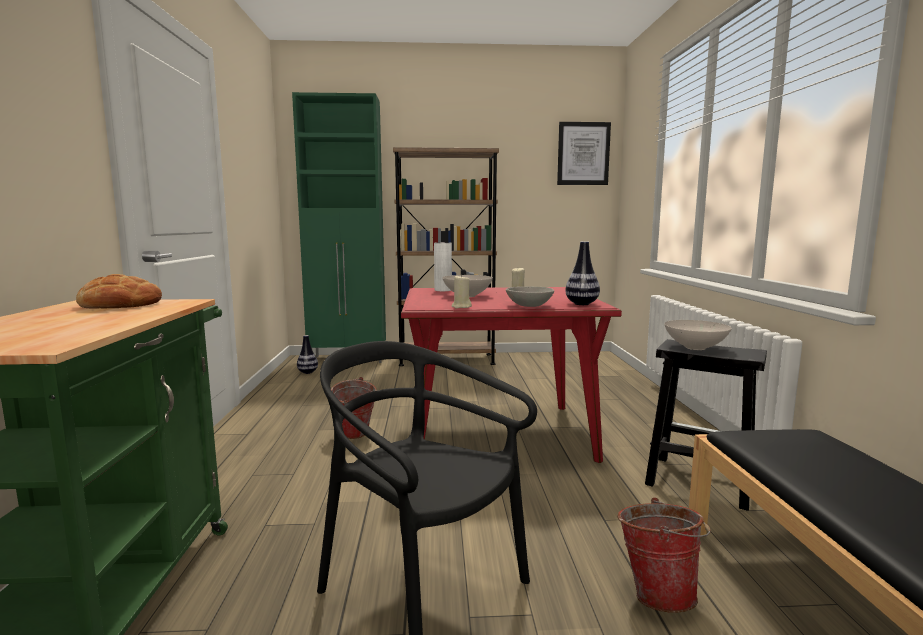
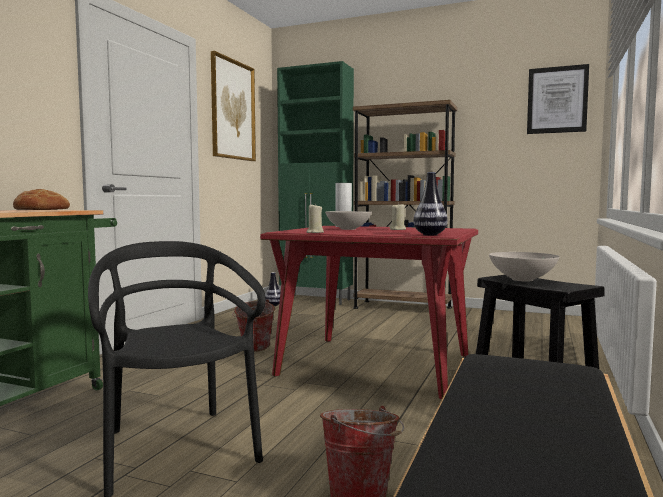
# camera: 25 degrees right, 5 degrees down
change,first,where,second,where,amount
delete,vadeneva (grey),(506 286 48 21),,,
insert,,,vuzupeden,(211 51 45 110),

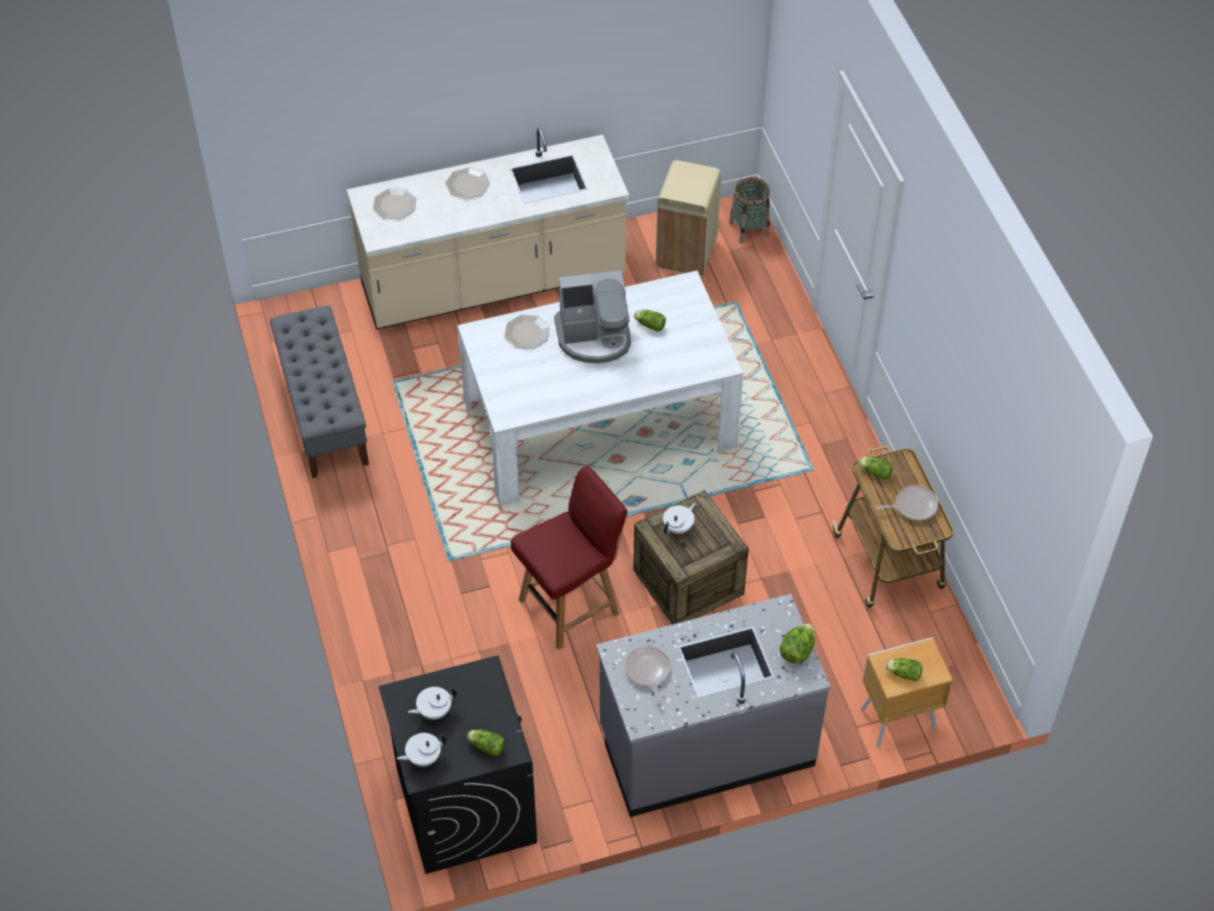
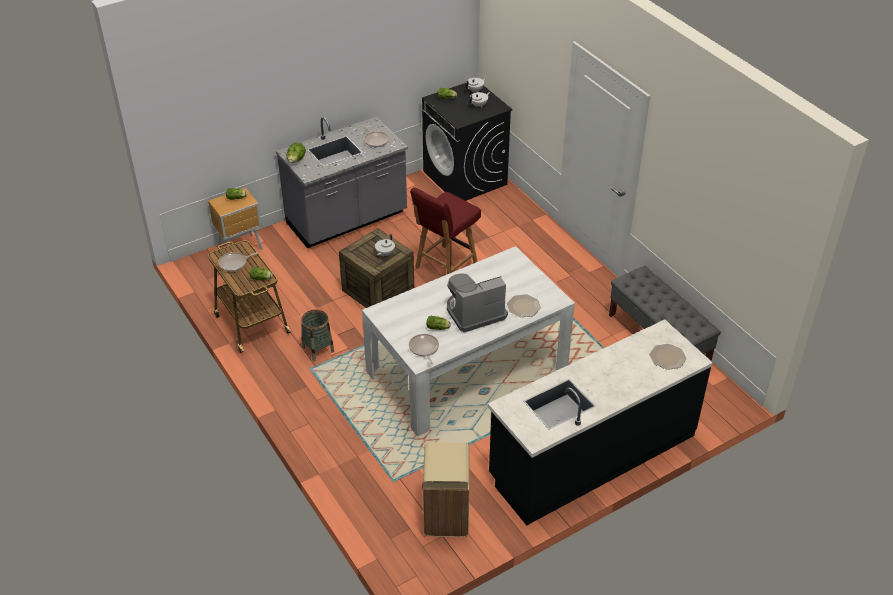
# camera: 165 degrees right, 10 degrees down
change,first,where,second,where,amount
recolor,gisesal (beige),(346 128 283 201),gisesal (black),(488 319 225 206),
delete,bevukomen,(445 167 45 32),,,
move,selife,(729 177 41 66),,(301 310 33 51),
insert,,,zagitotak,(409 334 30 31),

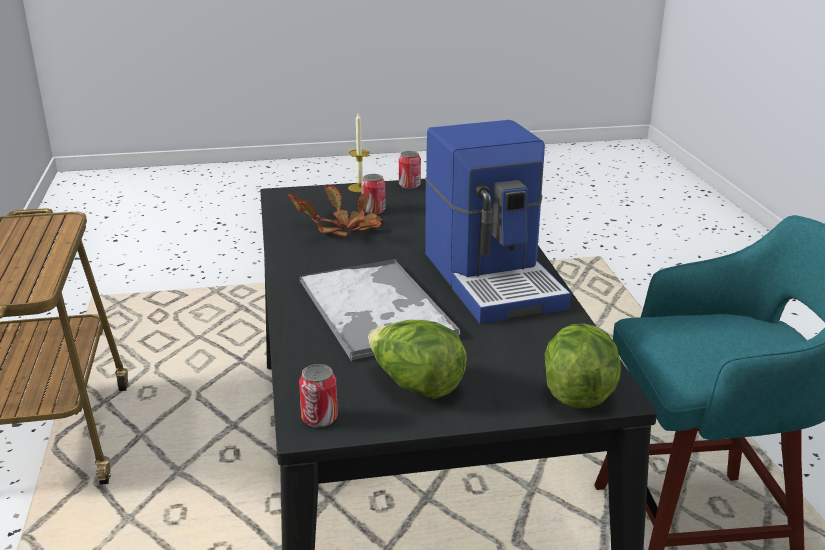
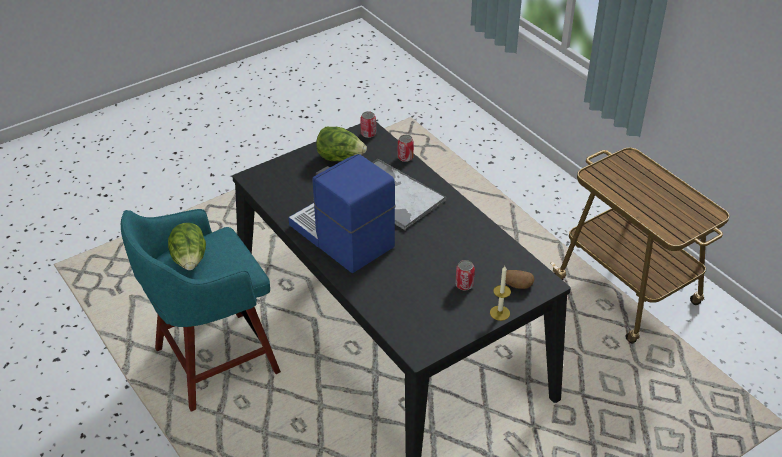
# camera: 155 degrees right, 15 degrees up
change,first,where,second,where,amount
delete,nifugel,(288 184 95 53),,,
move,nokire,(399 151 22 38),,(398 135 16 27),
move,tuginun,(545 324 76 84),,(168 223 38 47),
insert,,,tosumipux,(505 270 30 19),

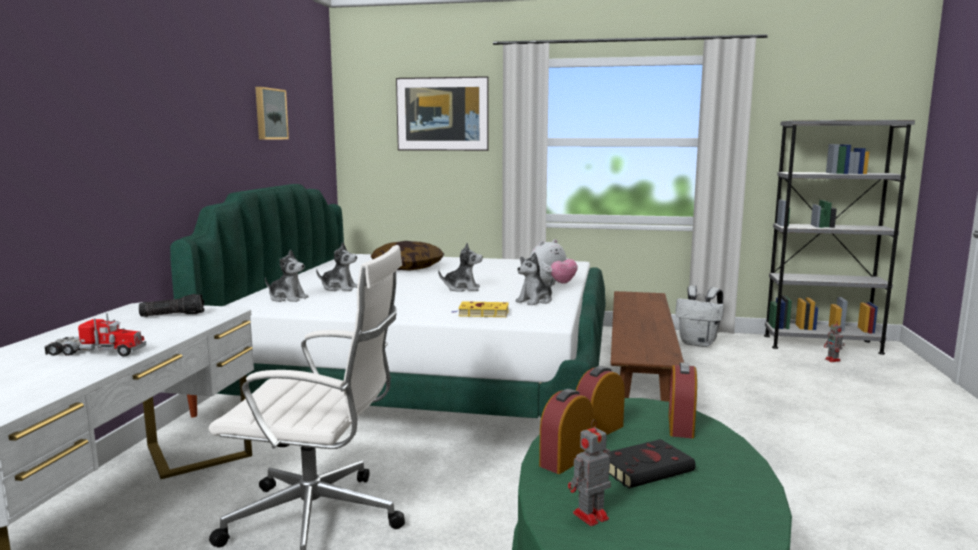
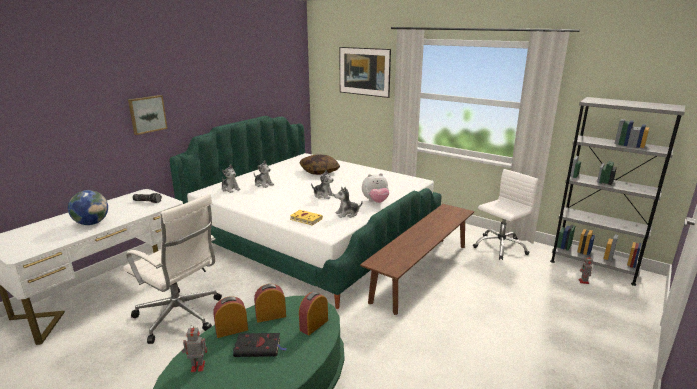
# camera: 25 degrees right, 10 degrees up
change,first,where,second,where,amount
replace,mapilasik,(44 313 102 44),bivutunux,(68 190 40 35),
move,vuzupeden,(255 87 34 53),,(128 95 40 40),
replace,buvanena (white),(675 285 49 62),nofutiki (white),(473 169 65 91),

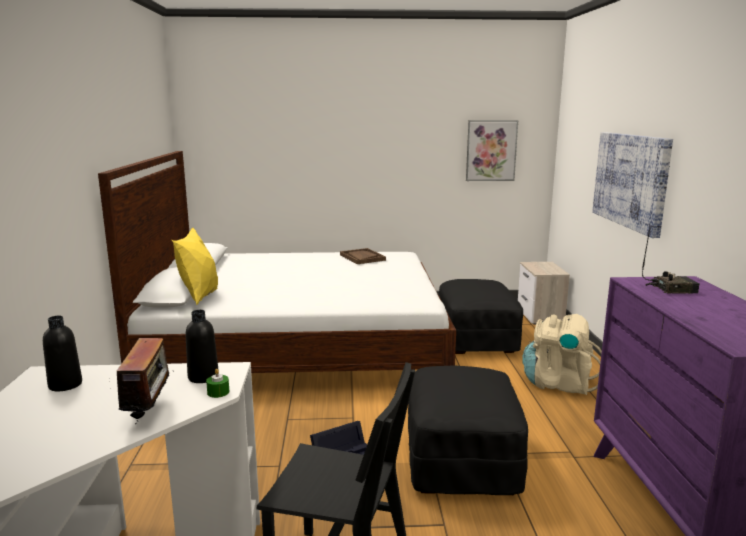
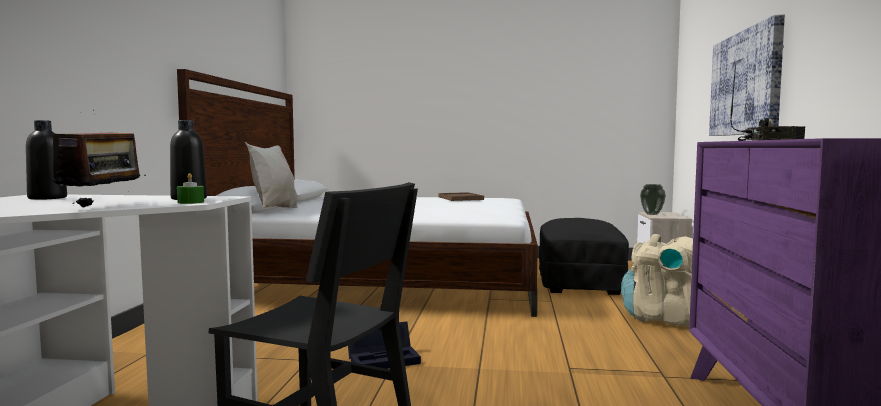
# camera: 10 degrees right, 10 degrees down
change,first,where,second,where,amount
recolor,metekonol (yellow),(172 228 46 77),metekonol (white),(245 142 53 67),
delete,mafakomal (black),(408 366 120 129),,,
delete,vuzupeden,(466 120 52 61),,,
insert,,,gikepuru,(640 184 26 31),

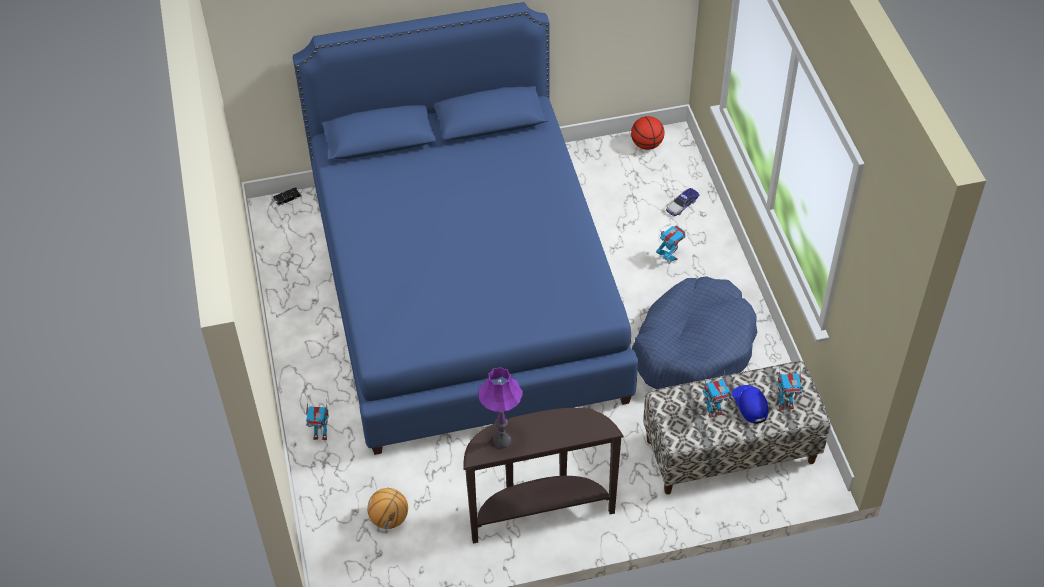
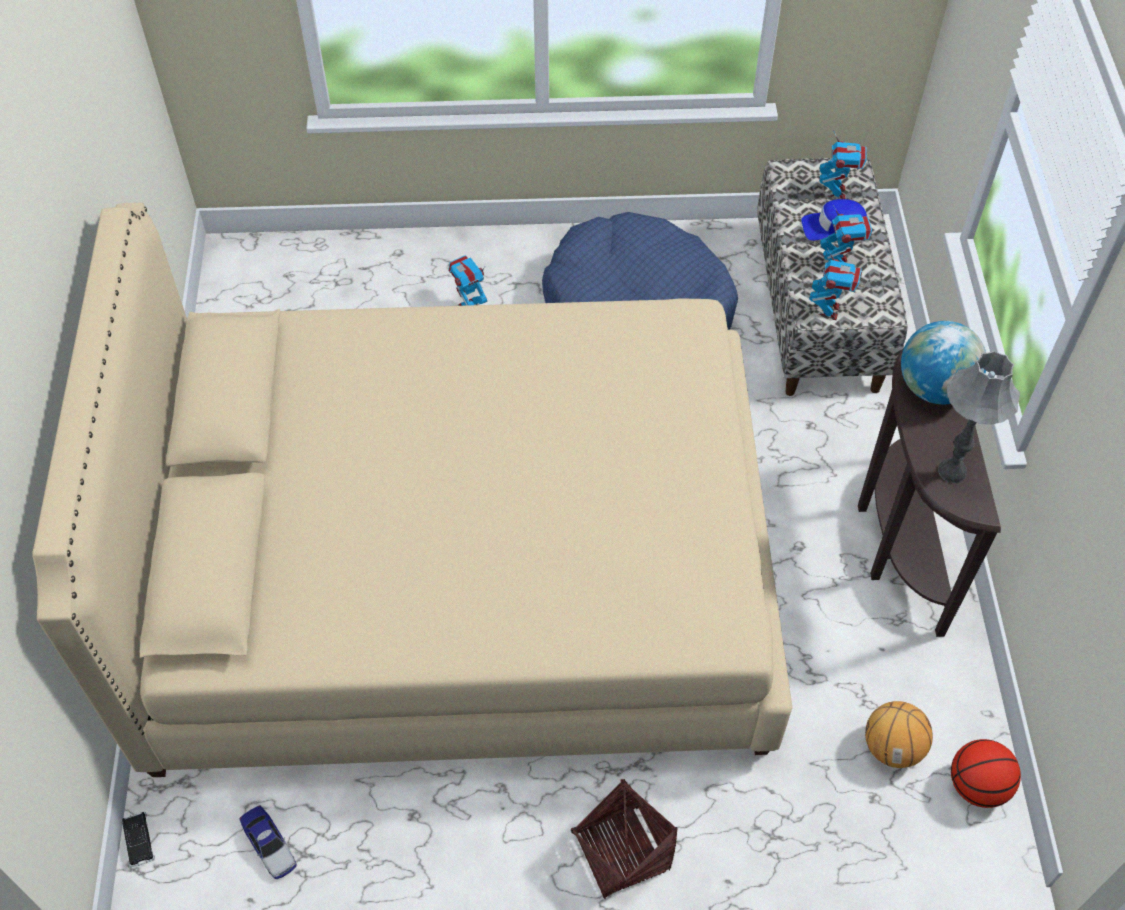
# camera: 80 degrees left, 5 degrees up
change,first,where,second,where,amount
recolor,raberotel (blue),(293 2 345 453),raberotel (beige),(32 203 760 574),
move,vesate,(306 399 23 41),,(809 248 53 72),
recolor,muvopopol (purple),(479 367 44 81),muvopopol (grey),(938 351 82 132),
move,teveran,(631 116 34 34),,(951 739 70 69),
move,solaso,(666 188 33 28),,(240 805 56 74),
insert,,,selife,(571 779 107 120),
insert,,,bivutunux,(901 321 85 83),

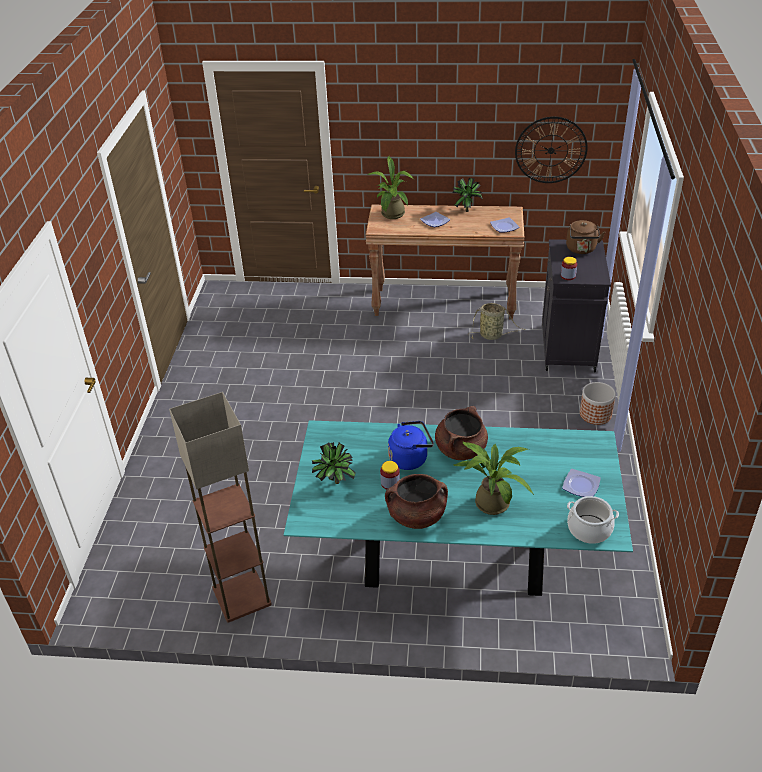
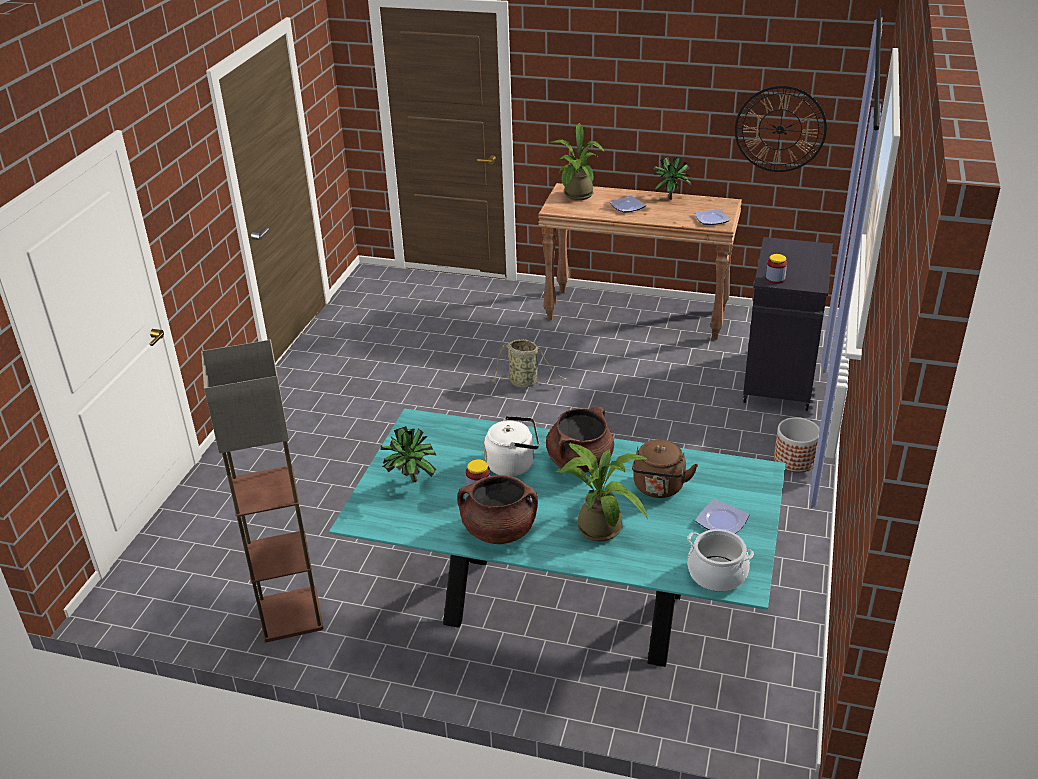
# camera: 10 degrees right, 5 degrees down
change,first,where,second,where,amount
recolor,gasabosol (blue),(388 421 46 49),gasabosol (white),(484 416 55 61),
move,selife,(468 303 58 37),,(493 339 74 49),
move,gasabosol (brown),(566 220 39 34),,(632 440 66 58),

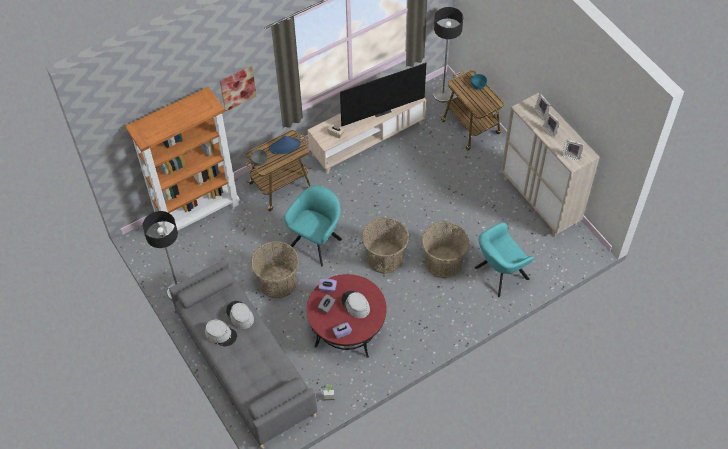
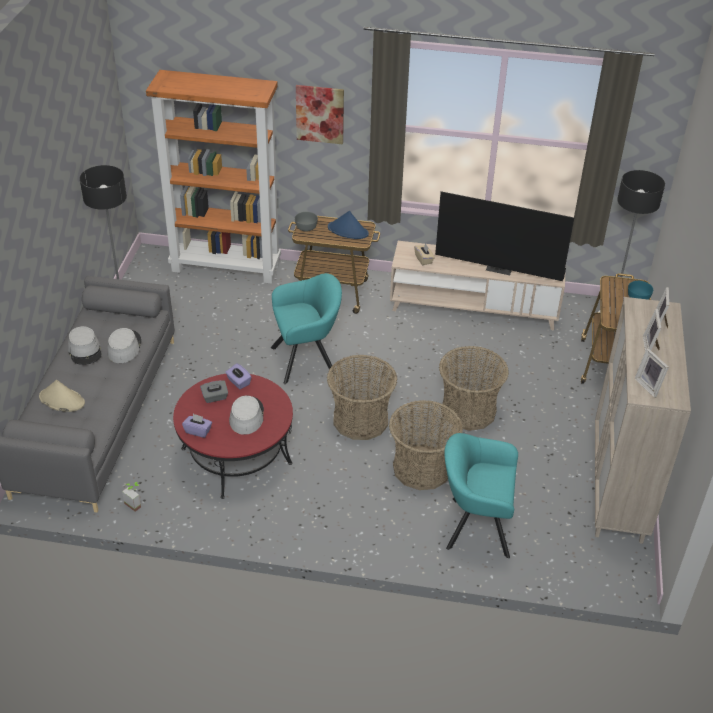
# camera: 40 degrees right, 15 degrees down
change,first,where,second,where,amount
move,selife,(251 241 48 57),,(439 346 70 85),
insert,,,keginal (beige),(39 380 46 32),

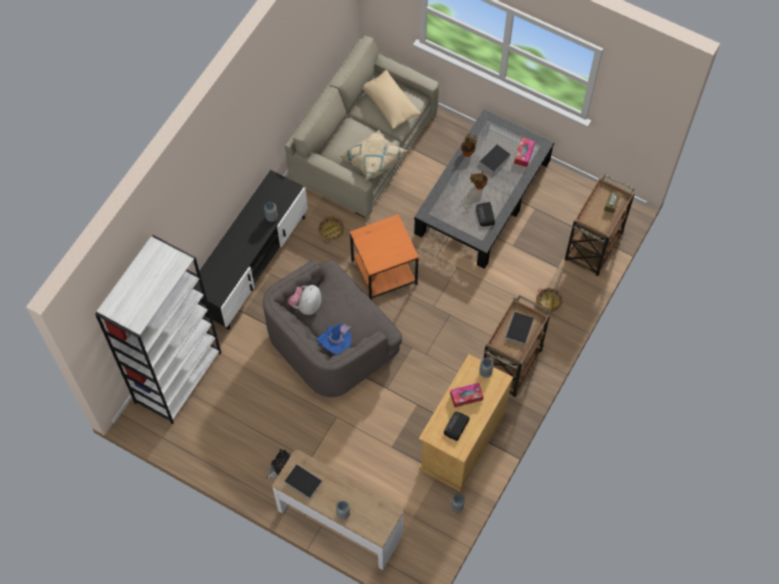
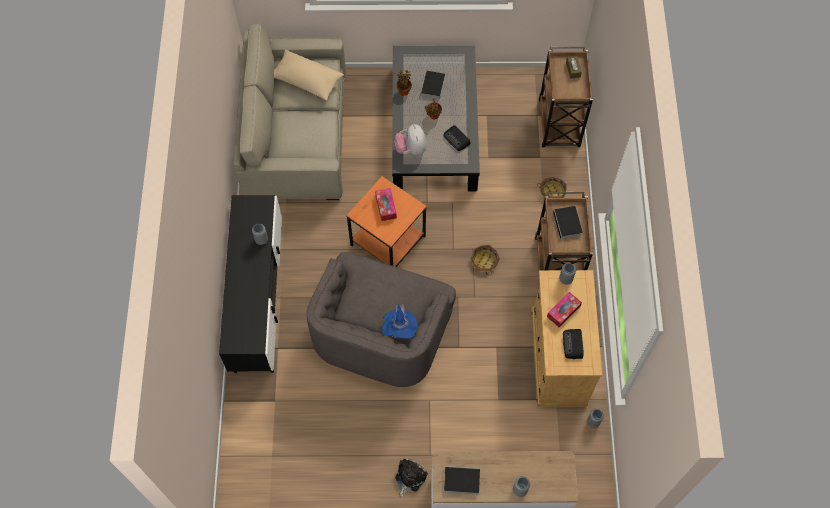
# camera: 30 degrees left, 0 degrees up
change,first,where,second,where,amount
delete,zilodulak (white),(95 235 126 189),,,
move,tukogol,(288 285 33 30),,(395 124 32 31),
move,selife,(318 217 26 27),,(471 245 29 30),
delete,metekonol (beige),(338 130 71 50),,,
move,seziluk,(514 138 21 29),,(375 188 22 33),

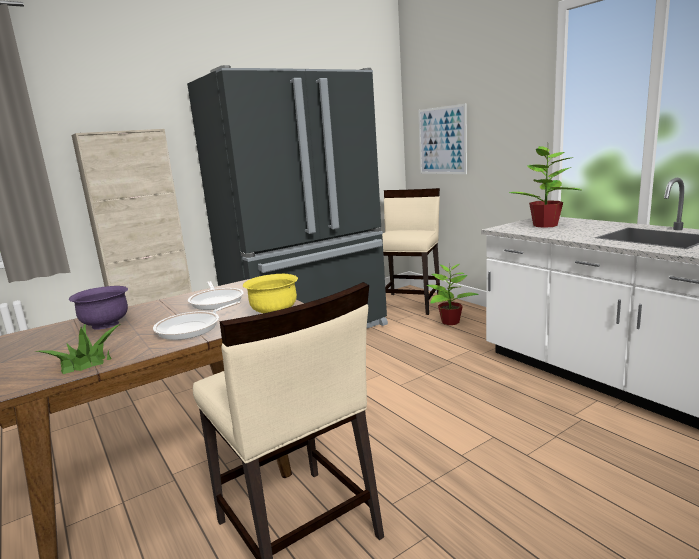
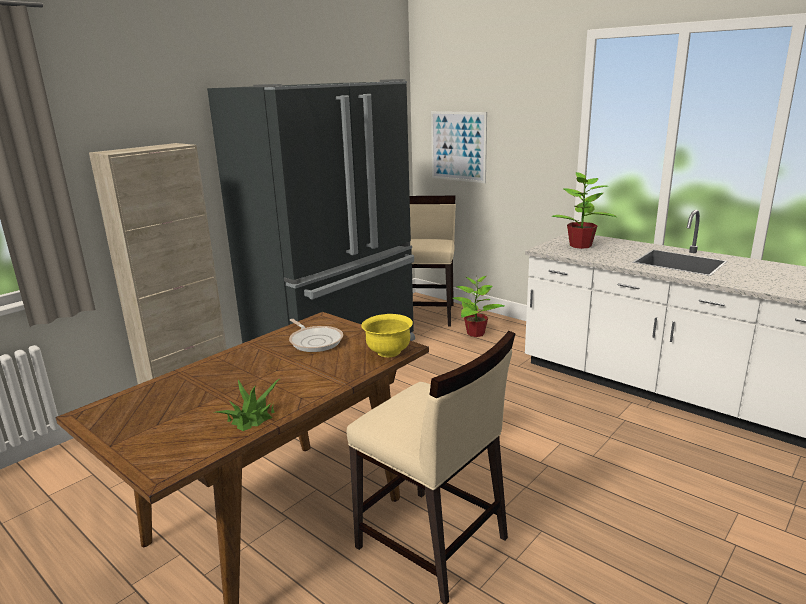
# camera: 15 degrees left, 5 degrees up
change,first,where,second,where,amount
delete,vadeneva (purple),(69 286 59 43),,,
delete,zagitotak,(153 302 87 38),,,

